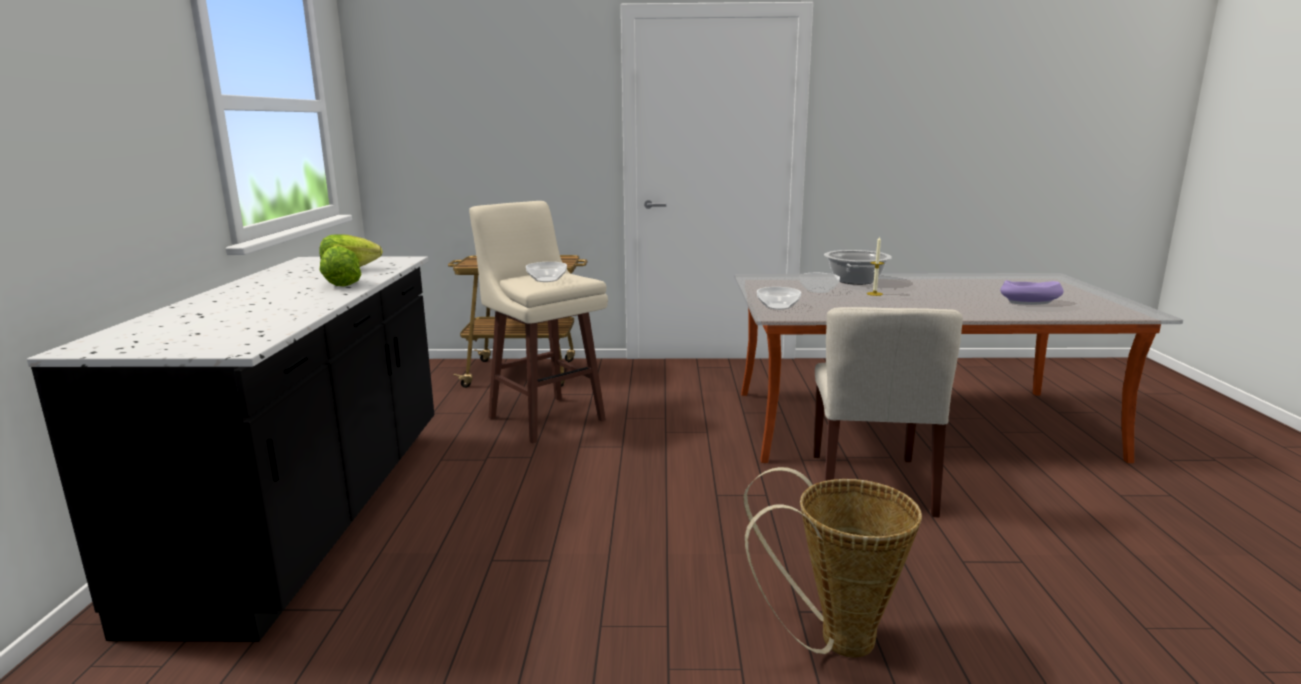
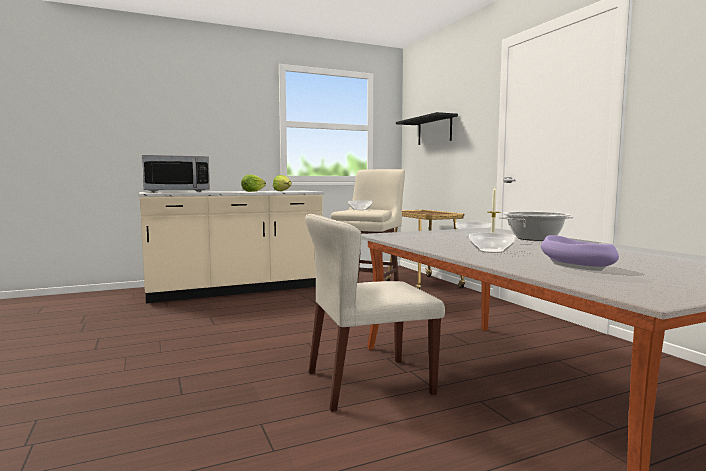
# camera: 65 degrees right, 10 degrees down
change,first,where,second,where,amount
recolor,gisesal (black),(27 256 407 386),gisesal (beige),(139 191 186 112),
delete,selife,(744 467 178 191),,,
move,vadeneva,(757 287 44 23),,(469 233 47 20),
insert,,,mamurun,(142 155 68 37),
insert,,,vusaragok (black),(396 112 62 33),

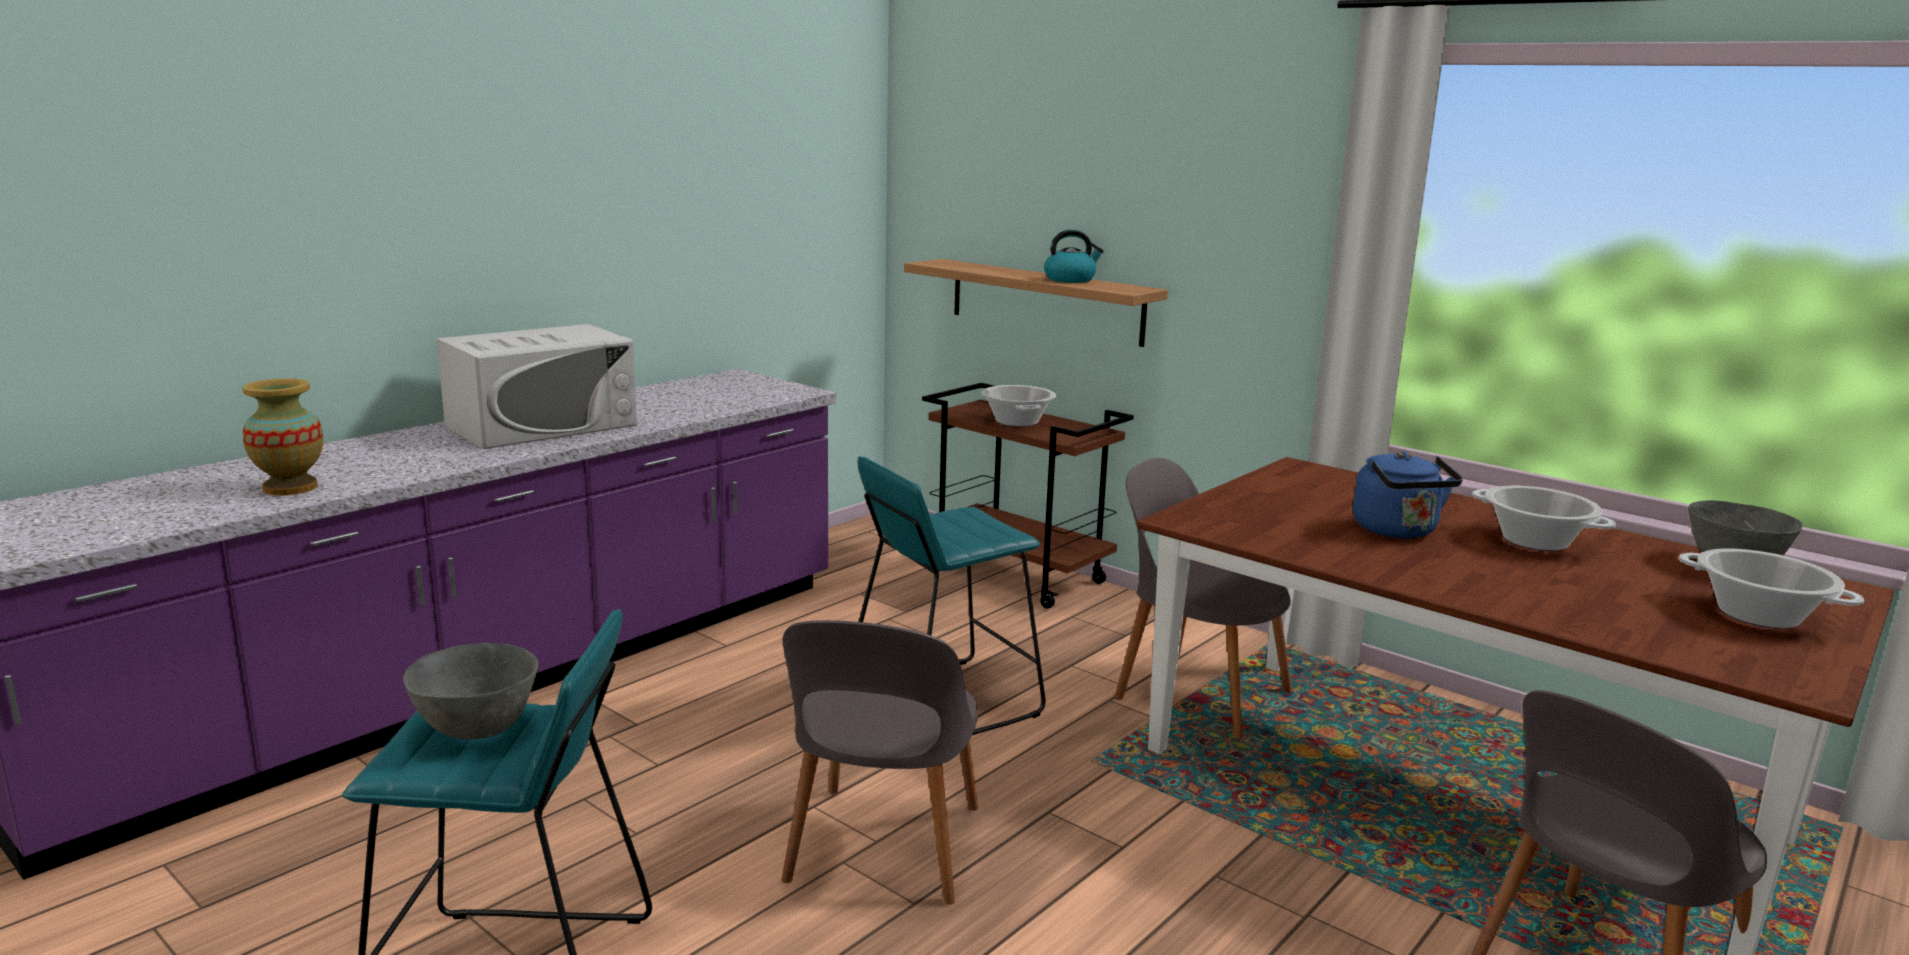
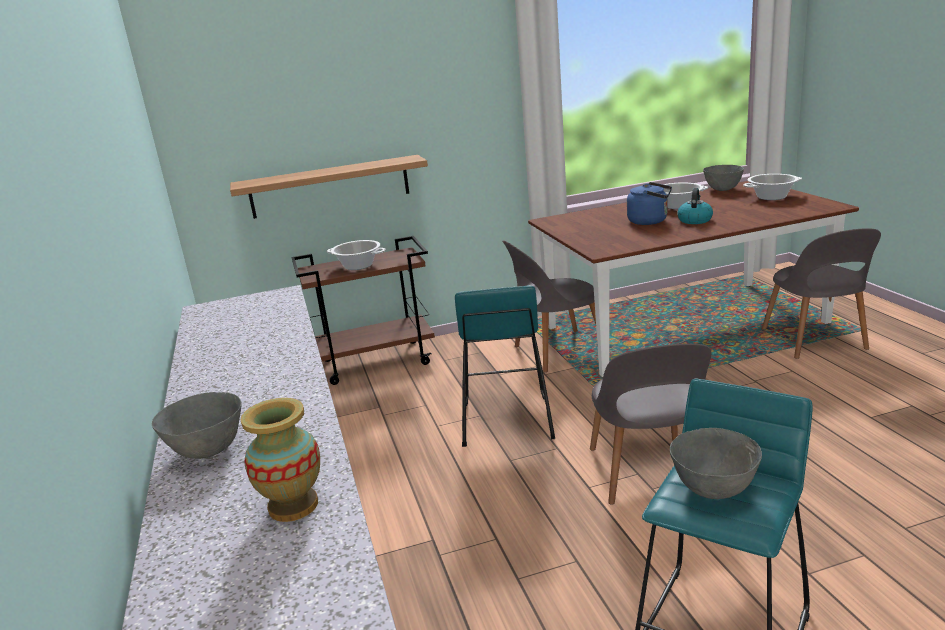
# camera: 55 degrees left, 5 degrees up
change,first,where,second,where,amount
delete,mamurun (white),(436 324 201 125),,,
rotate,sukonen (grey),(781 620 197 285),,(590 344 121 161),45 degrees clockwise
move,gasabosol,(1044 230 60 53),,(677 188 36 36),
insert,,,vadeneva (grey),(152 392 90 67),

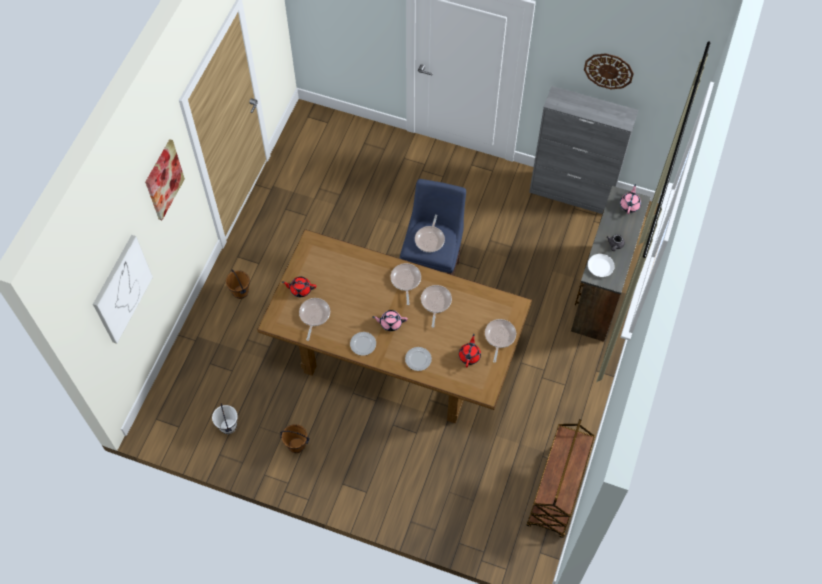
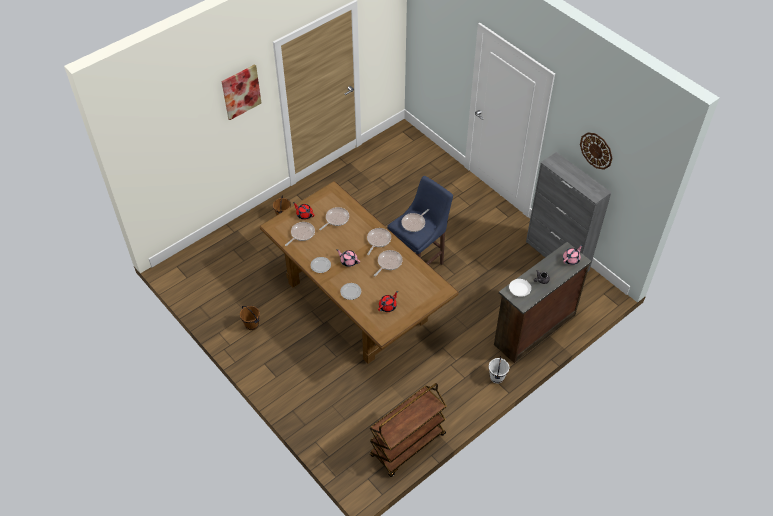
# camera: 30 degrees right, 10 degrees down
change,first,where,second,where,amount
delete,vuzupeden,(93 235 60 109),,,
move,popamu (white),(212 403 26 31),,(489 356 20 27),
move,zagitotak,(485 319 31 44),,(319 207 30 23),

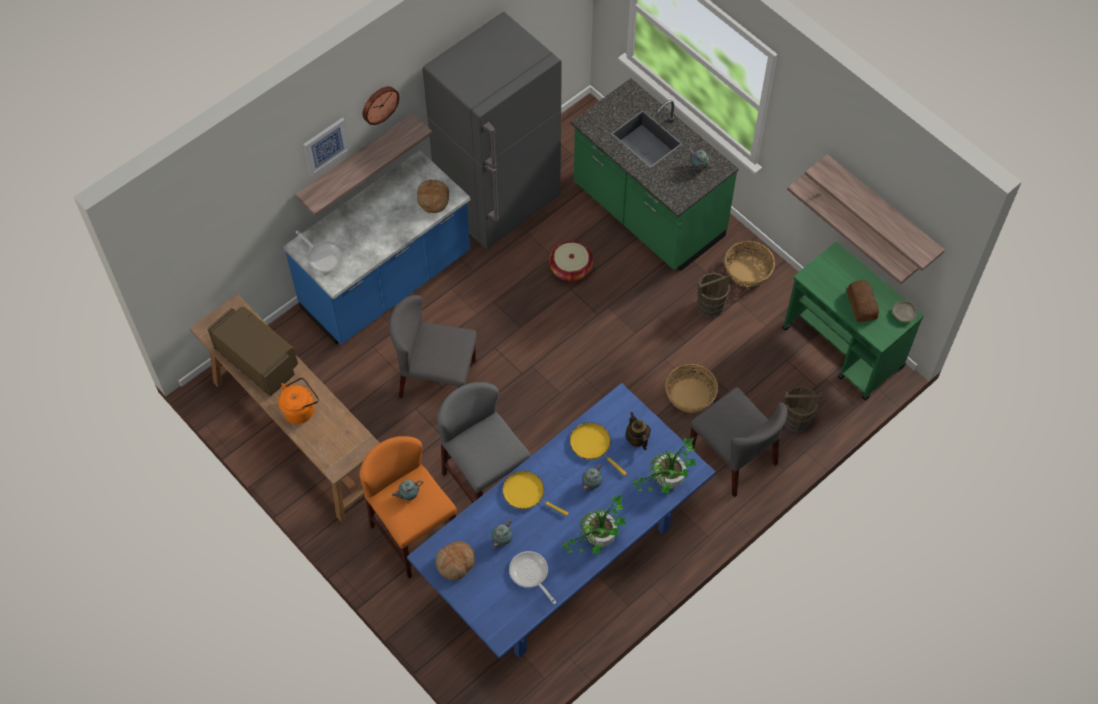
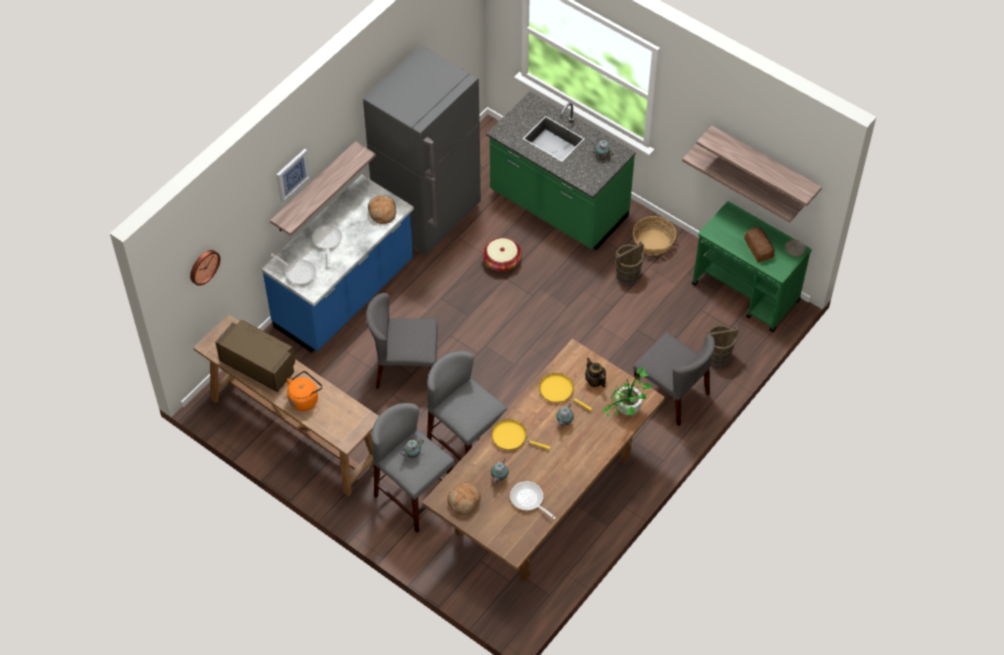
# camera: 10 degrees left, 5 degrees down
change,first,where,second,where,amount
recolor,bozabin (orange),(360 436 97 142),bozabin (grey),(371 403 84 130),
move,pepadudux,(363 87 37 38),,(190 250 30 36),
recolor,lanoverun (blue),(407 383 308 276),lanoverun (brown),(422 339 243 243),
delete,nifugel,(562 495 64 61),,,
delete,selife,(665 364 53 49),,,
insert,,,zagitotak,(312 225 30 39),

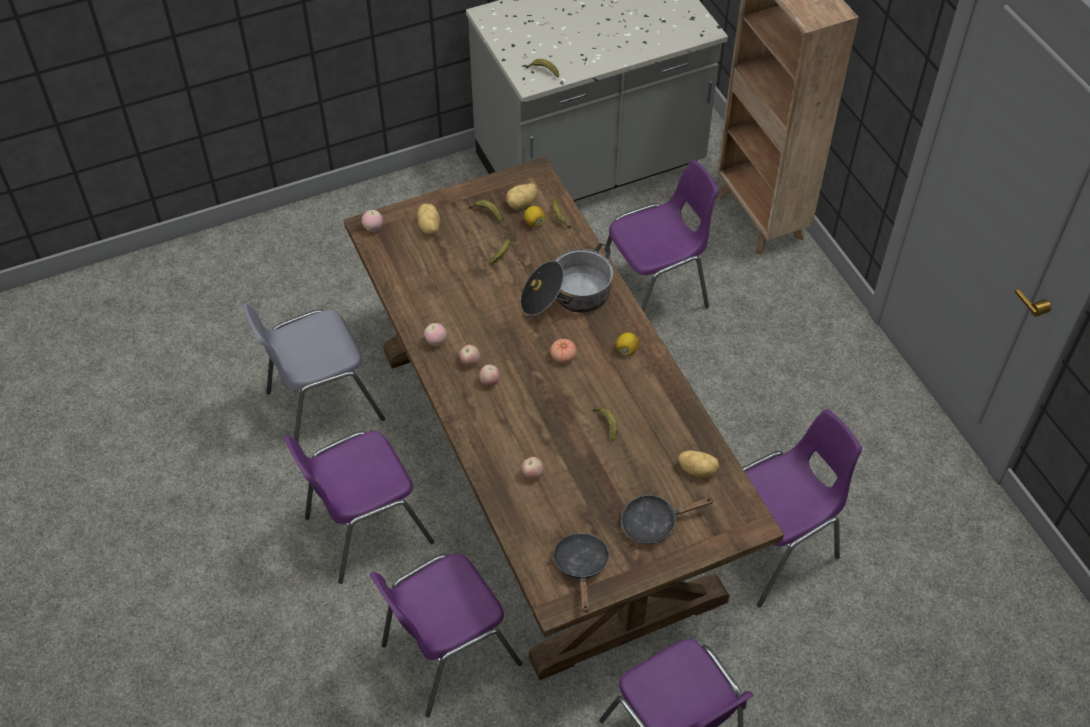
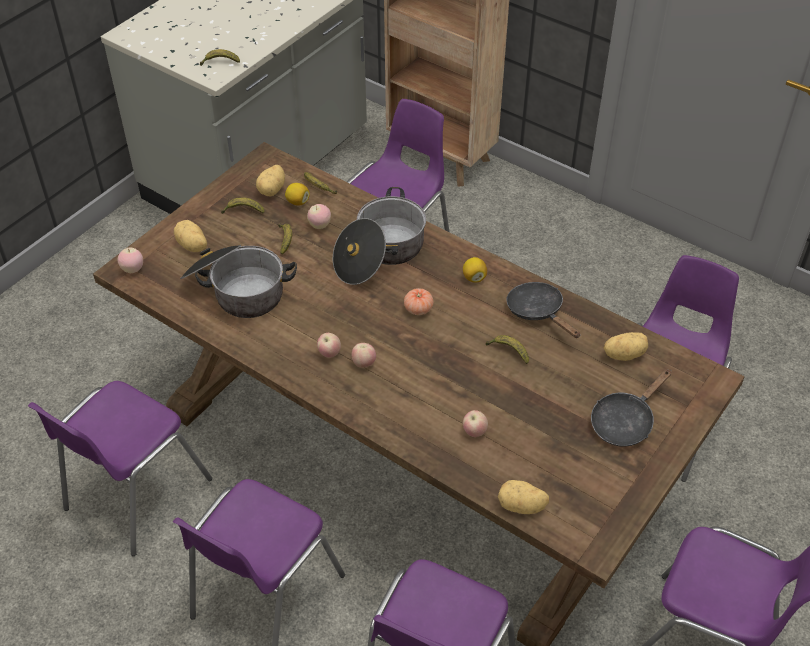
# camera: 30 degrees left, 5 degrees down
change,first,where,second,where,amount
recolor,sukonen (grey),(242 303 143 139),sukonen (purple),(28 381 184 175),
move,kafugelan,(424 323 23 23),,(307 204 24 25),
move,zagitotak (black),(552 533 58 80),,(506 282 75 56),
insert,,,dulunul,(180 245 117 73),
insert,,,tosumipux,(498 480 51 34),

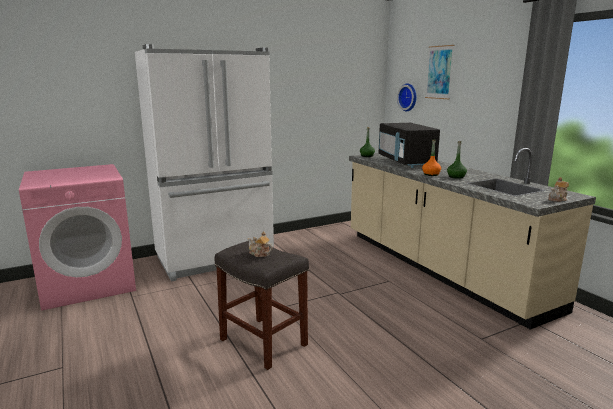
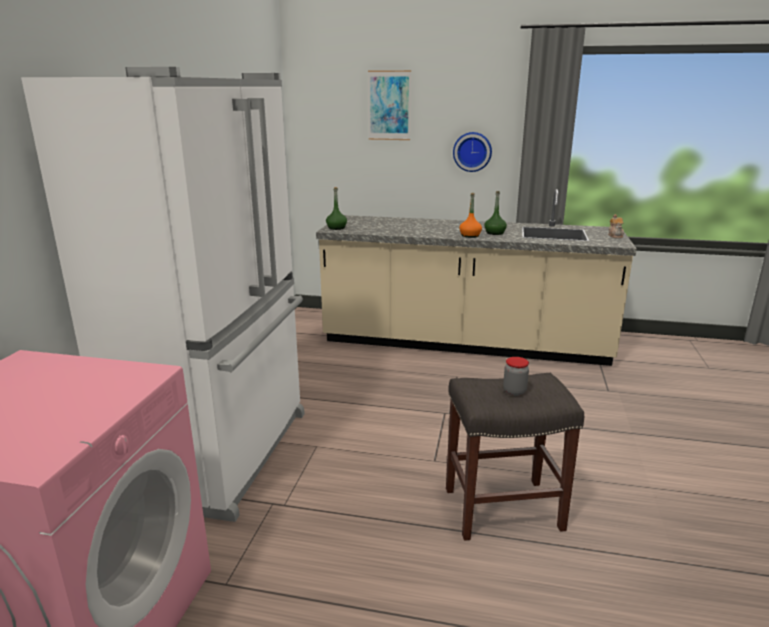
# camera: 50 degrees left, 5 degrees up
change,first,where,second,where,amount
replace,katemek,(248 231 25 26),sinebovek,(503 357 26 39),
delete,mamurun (black),(379 123 61 45),,,
move,pepadudux,(397 83 20 28),,(453 132 39 40),

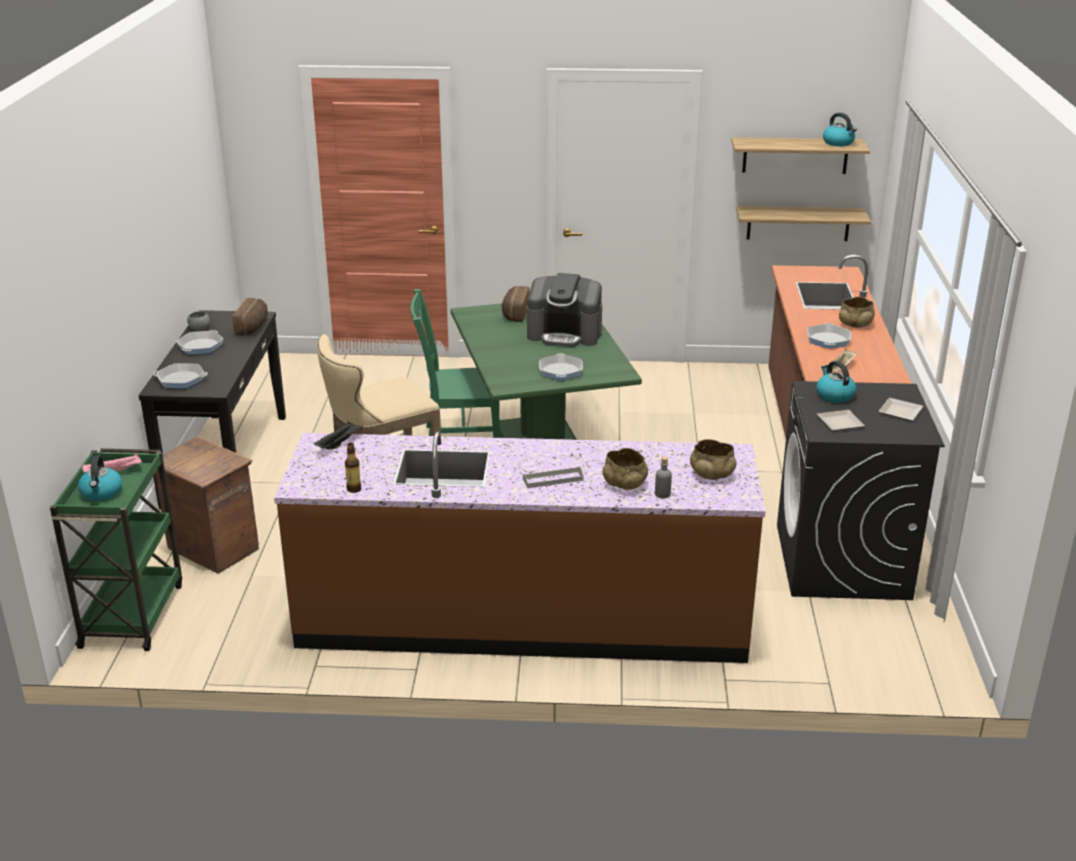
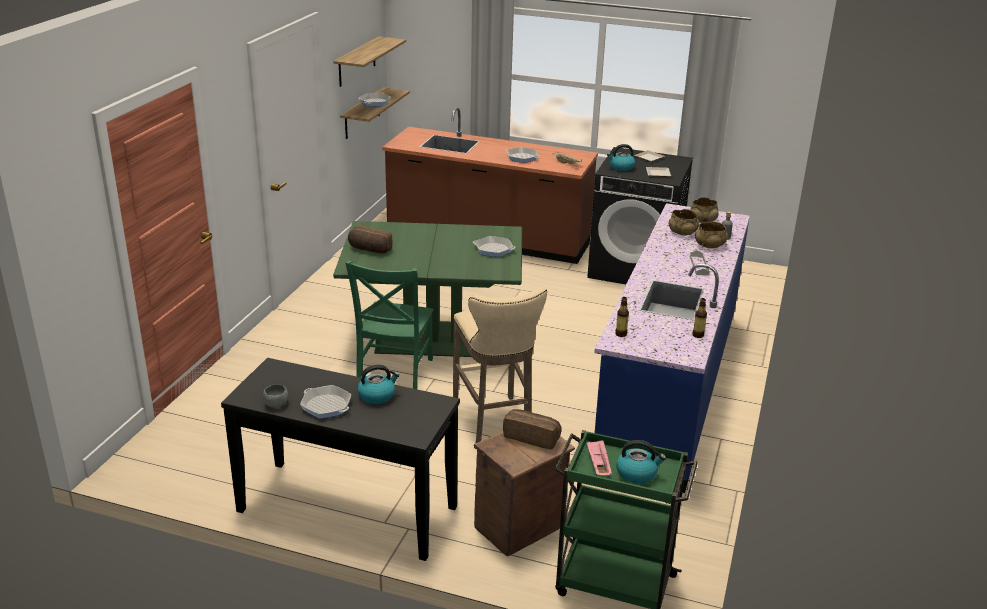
# camera: 75 degrees left, 0 degrees up
change,first,where,second,where,amount
move,zagitotak,(153 363 55 25),,(358 93 33 14),
move,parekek,(233 298 35 37),,(503 409 59 41),
recolor,gisesal (brown),(274 431 492 232),gisesal (blue),(594 203 156 290),
replace,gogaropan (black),(314 421 49 29),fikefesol,(615 297 14 40),
delete,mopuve,(527 273 75 74),,,
move,gasabosol,(823 112 34 34),,(357 365 43 39),
move,vadeneva (beige),(839 297 36 31),,(669 209 30 26),

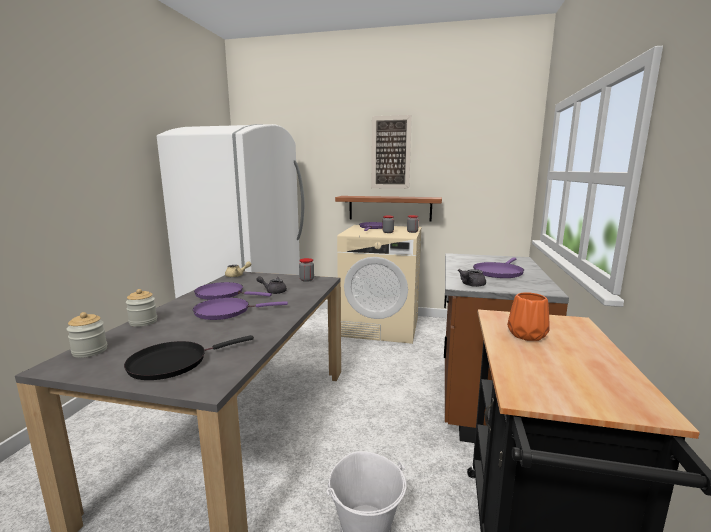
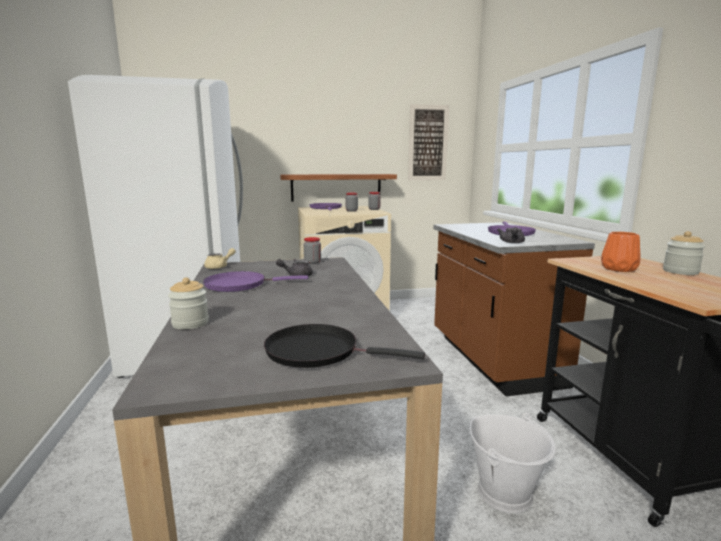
# camera: 25 degrees left, 0 degrees up
change,first,where,second,where,amount
move,sinebovek,(67 312 40 46),,(663 231 42 44),
rotate,zagitotak (black),(124 335 130 45),,(264 324 161 44),75 degrees clockwise
delete,zagitotak (purple),(193 298 95 22),,,
move,vuzupeden,(371 115 41 74),,(408 104 41 76),

